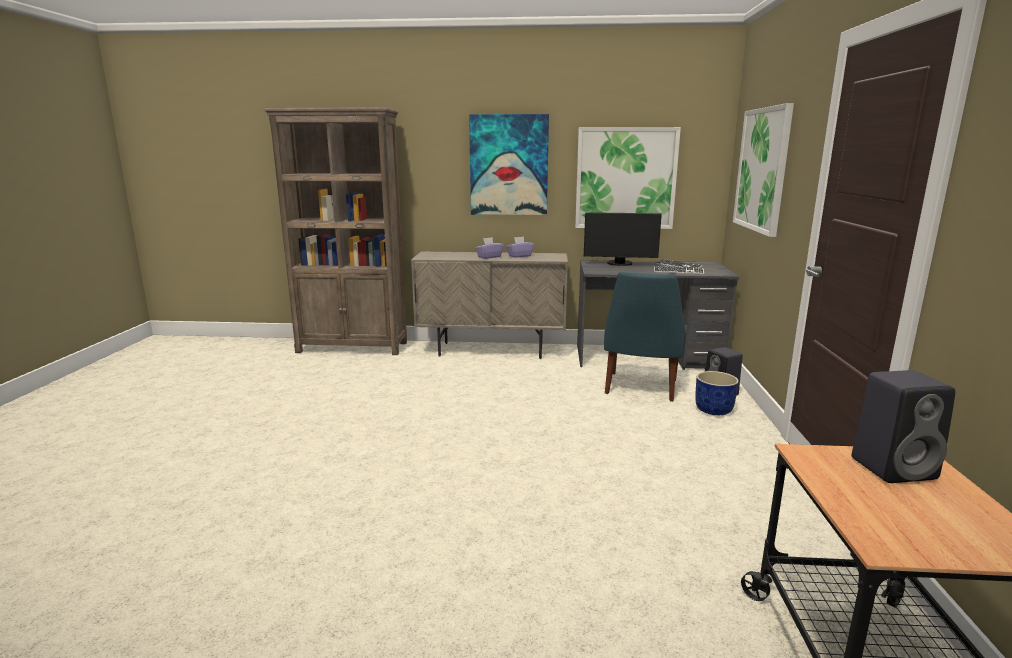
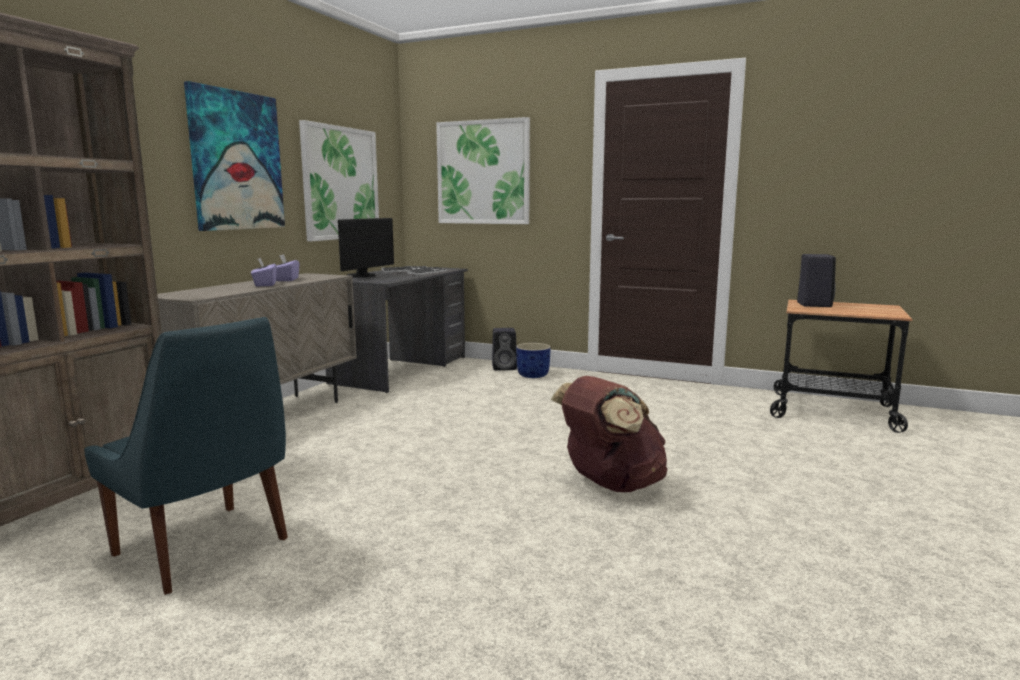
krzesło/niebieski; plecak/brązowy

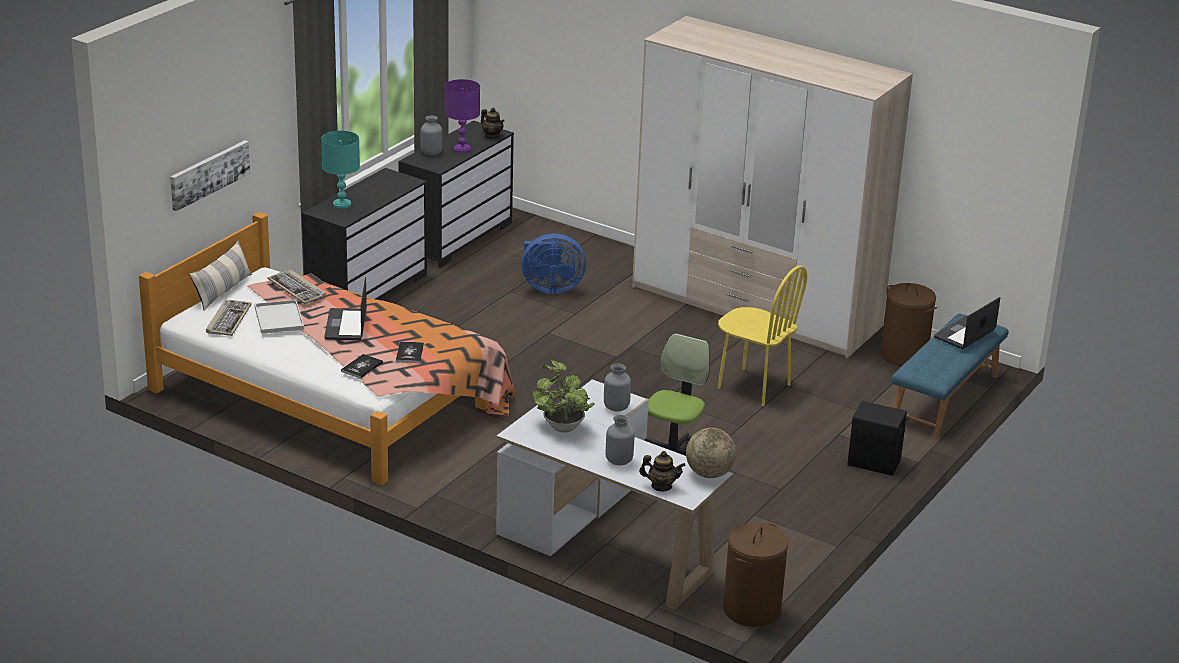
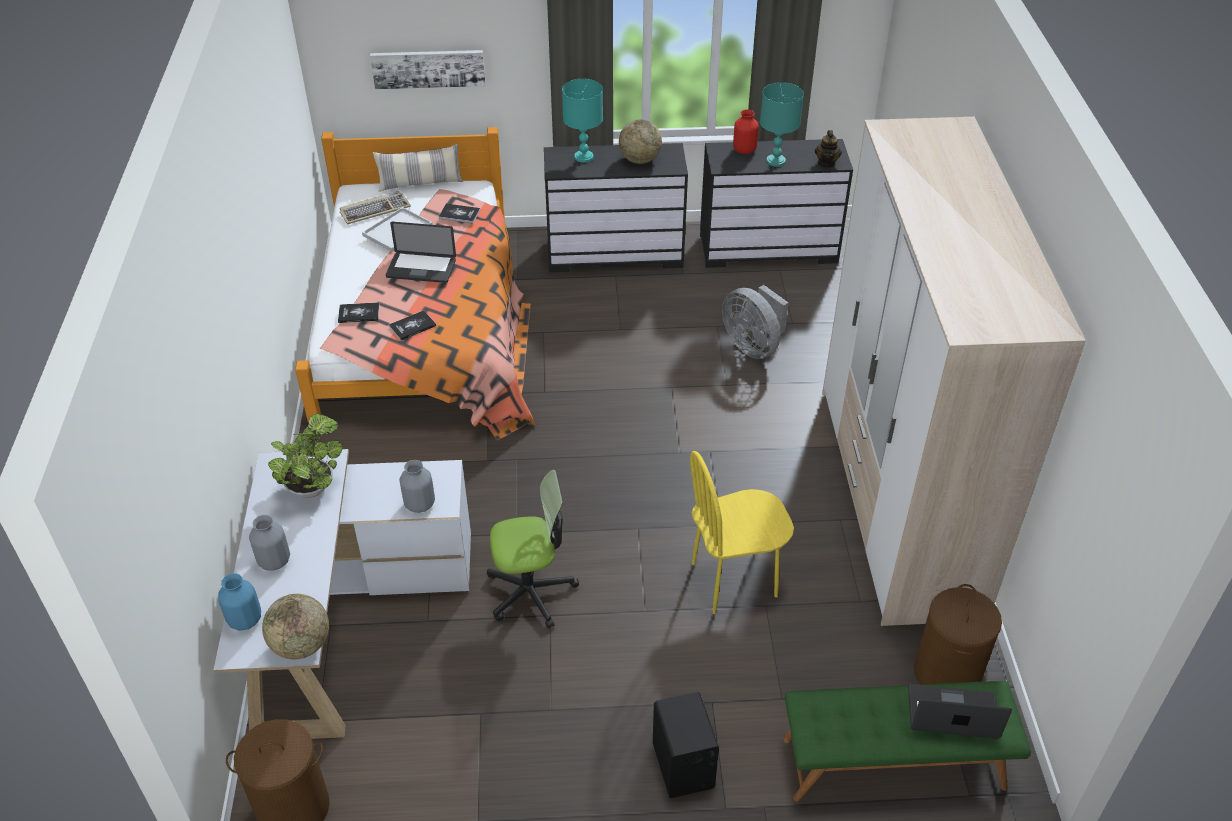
wazon/niebieski; laptop (1st from left); książka (3rd from left); globus (2nd from left); krzesło/żółty; wentylator/szary; wazon/czerwony; lampa stołowa/turkusowy (2nd from left); ławka/zielony

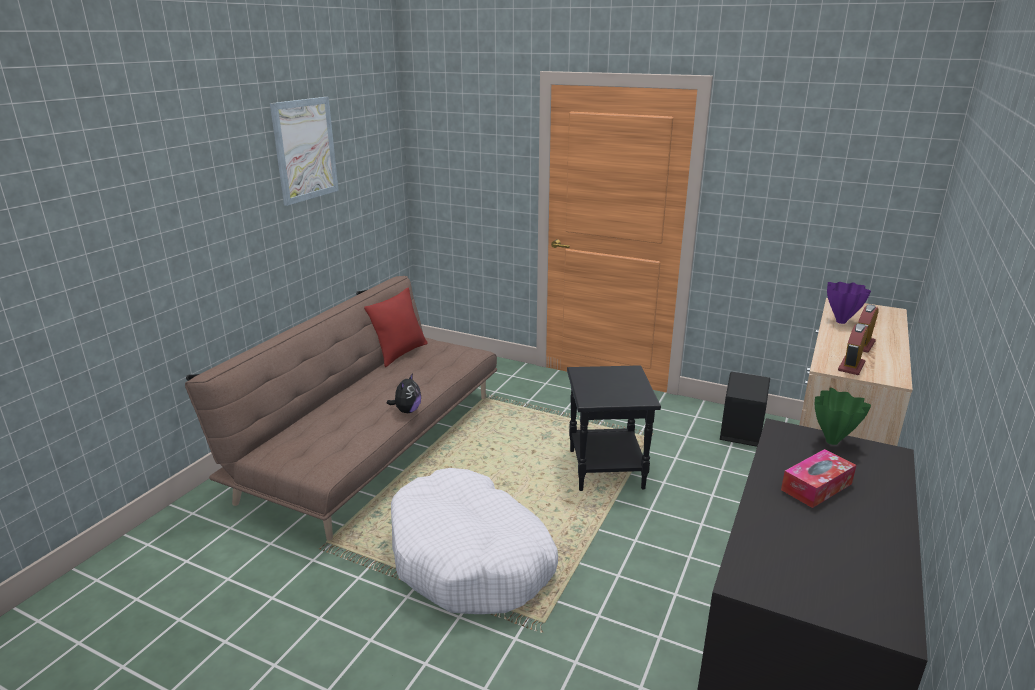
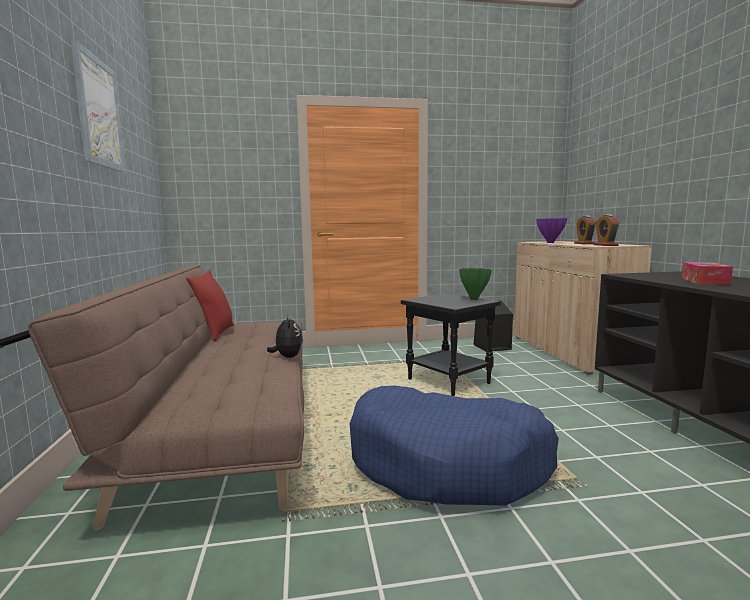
legowisko/niebieski; wazon/zielony

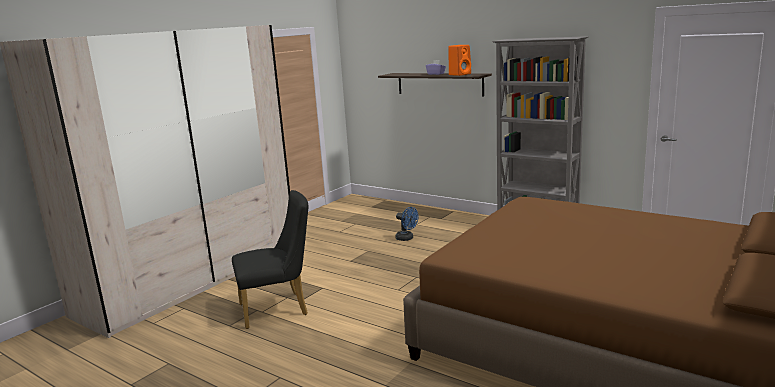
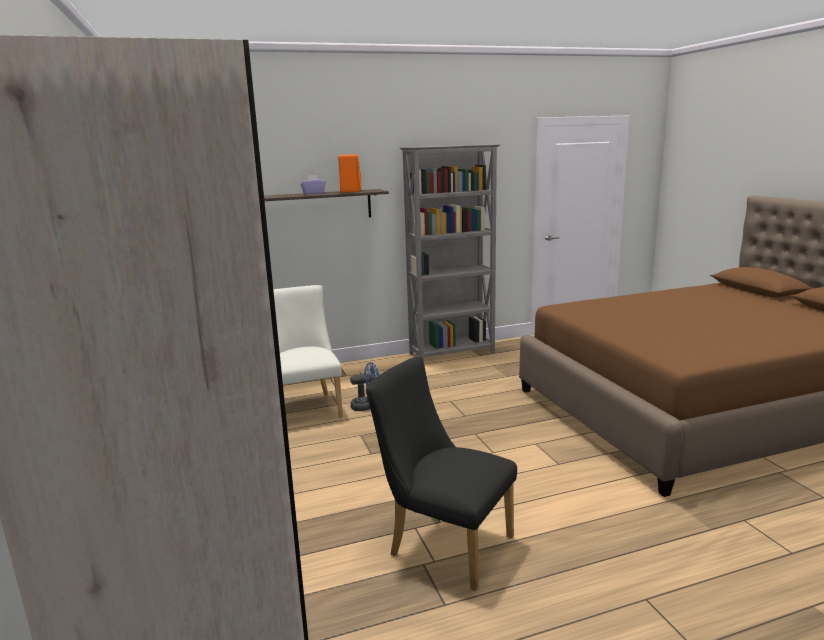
krzesło/biały; krzesło/czarny

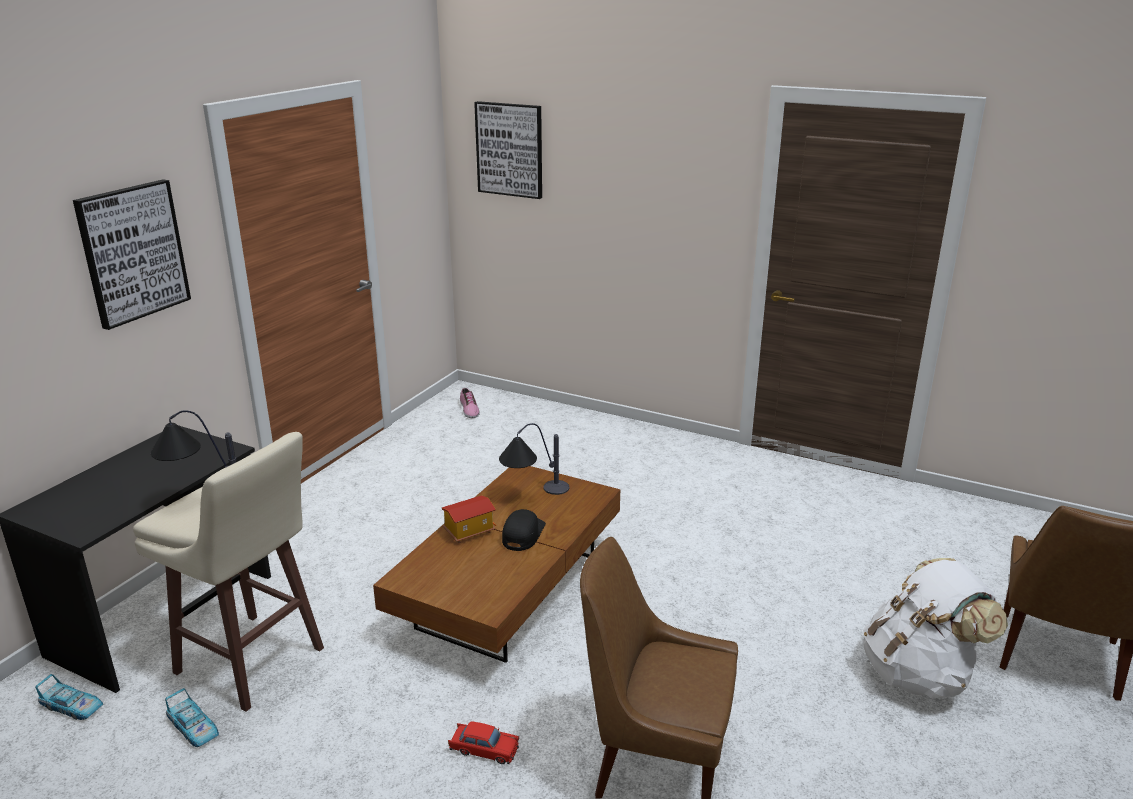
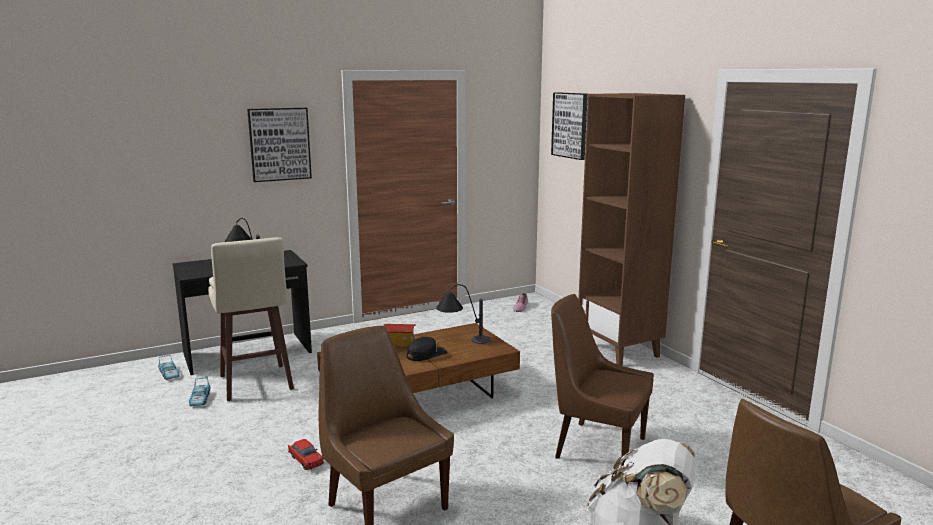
krzesło/brązowy (2nd from left); regał/brązowy

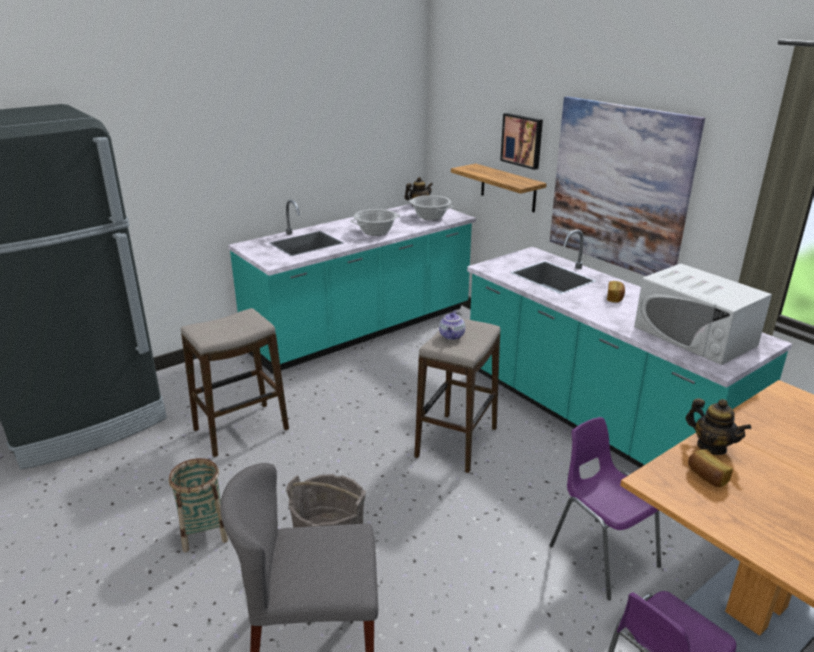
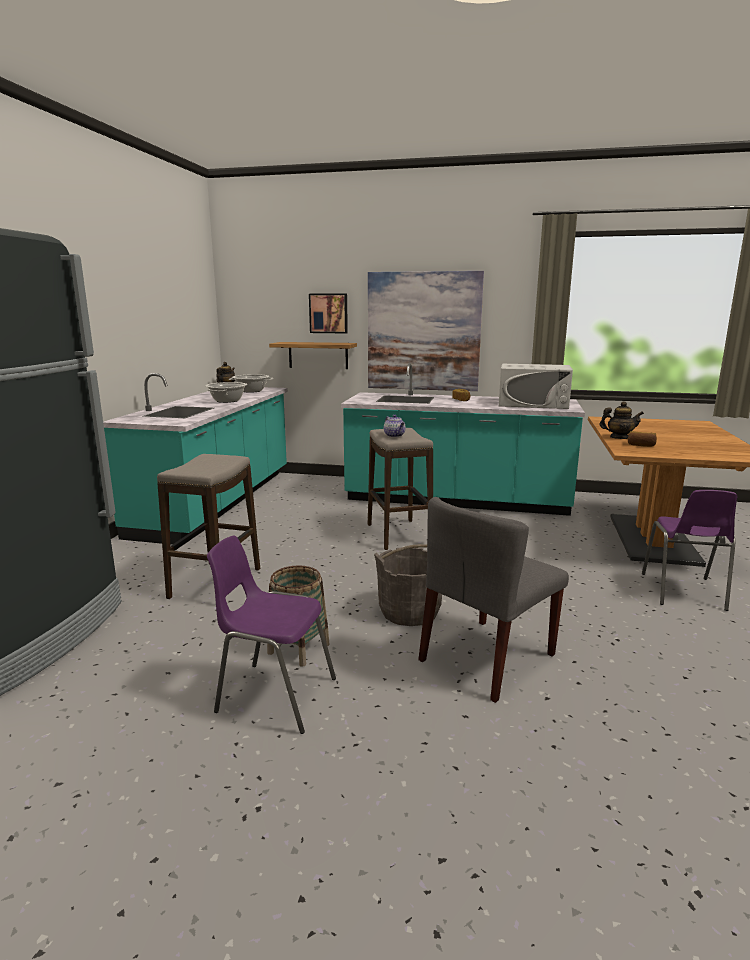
krzesło/fioletowy (1st from left)

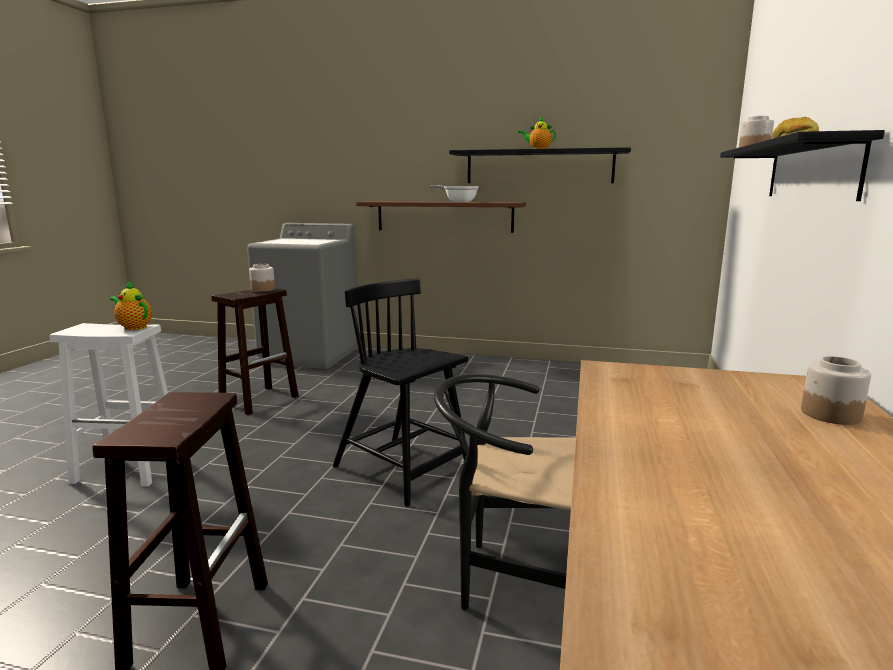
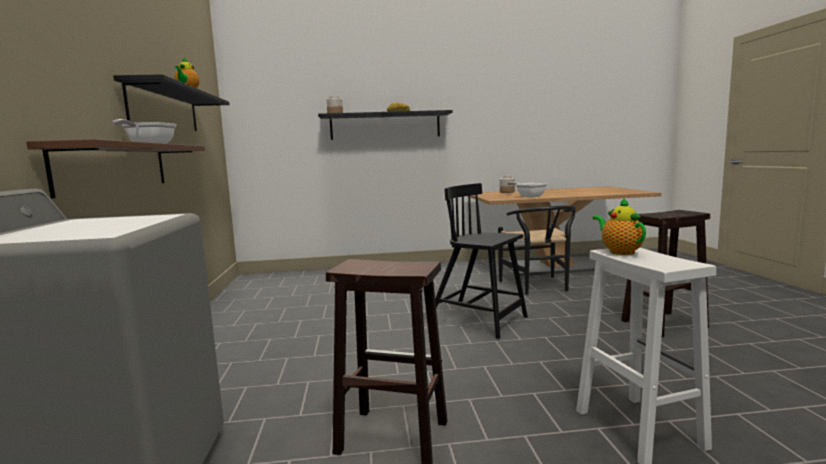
krzesło/czarny (1st from left); patelnia (2nd from left); imbryk (2nd from left); słoik (1st from left in the first image)

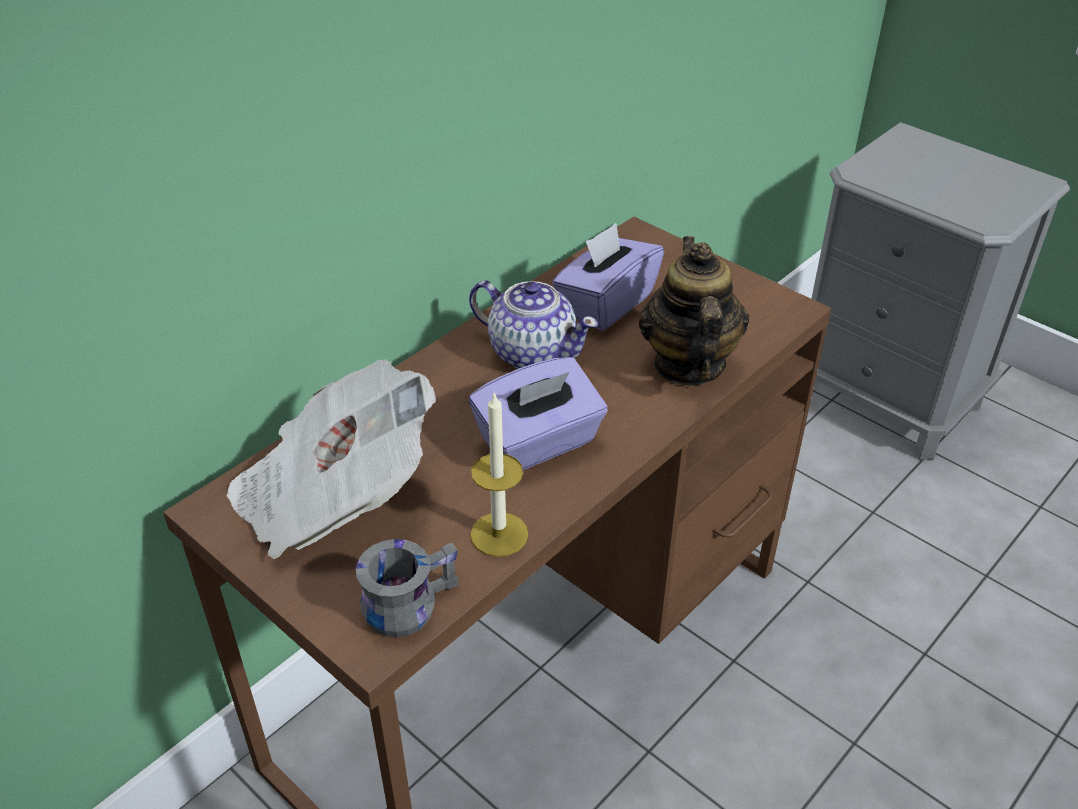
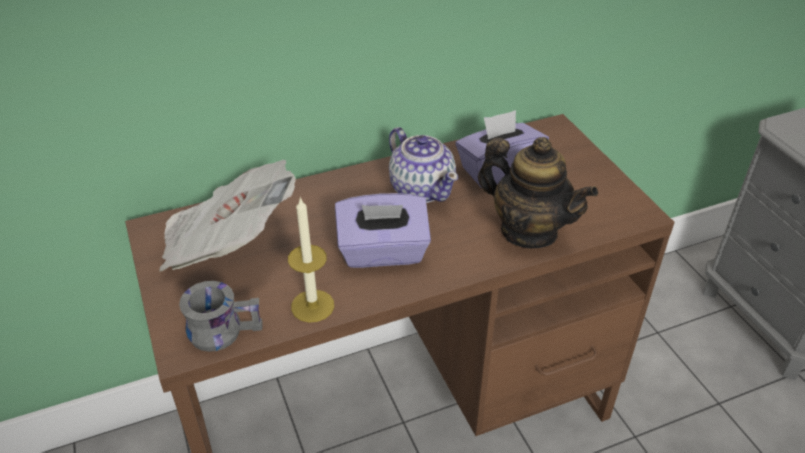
imbryk (2nd from left)

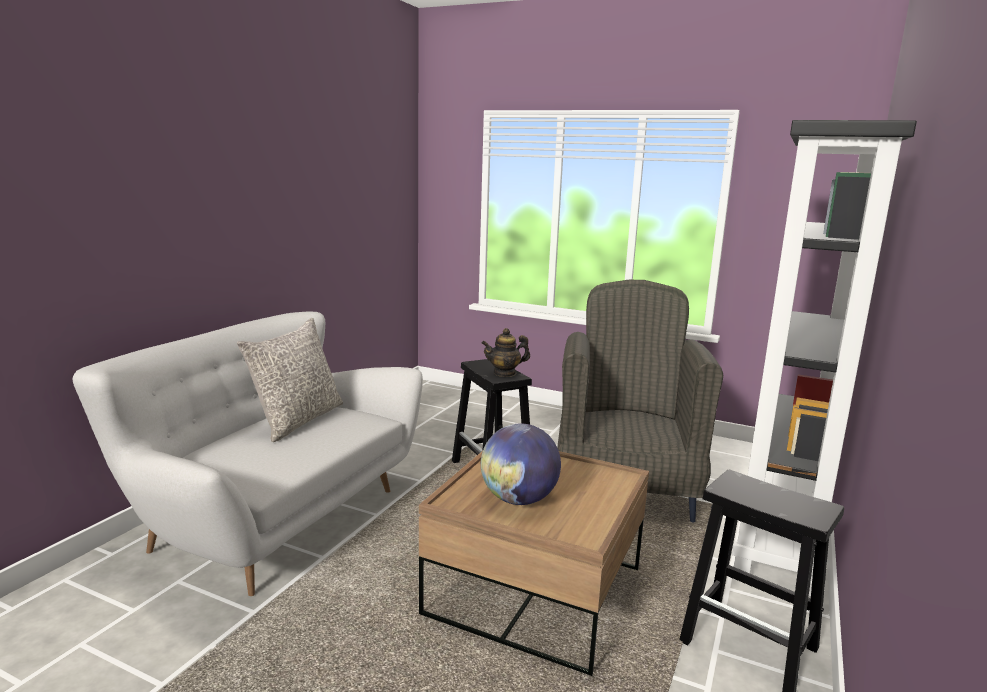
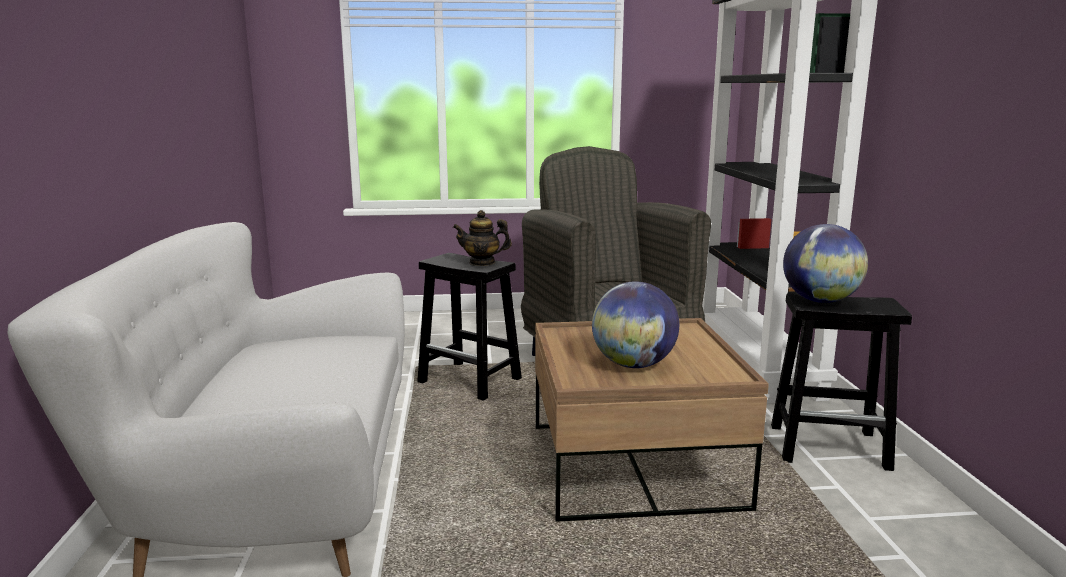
imbryk; globus (2nd from left); poduszka/szary

